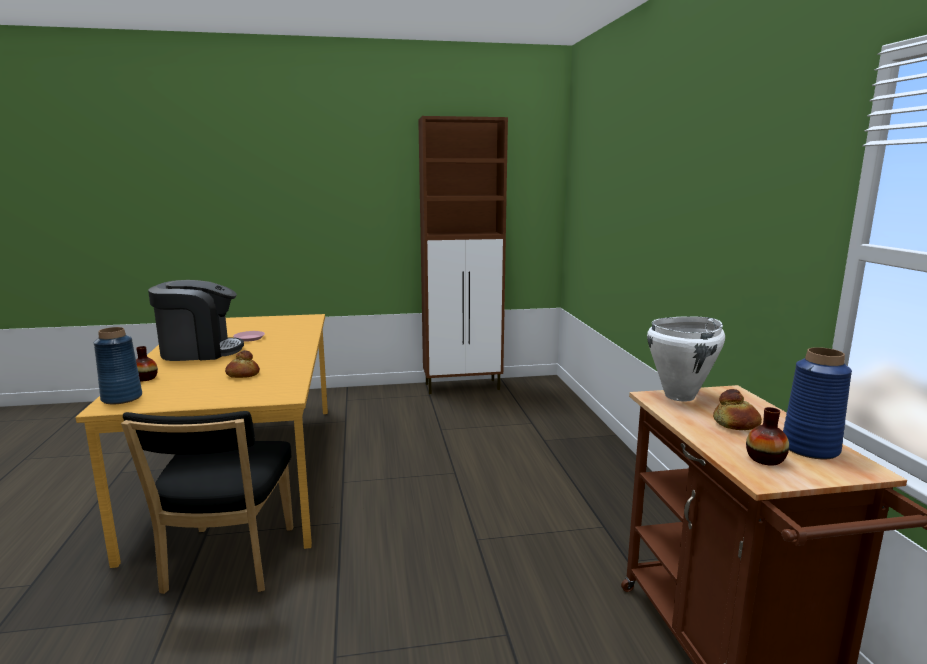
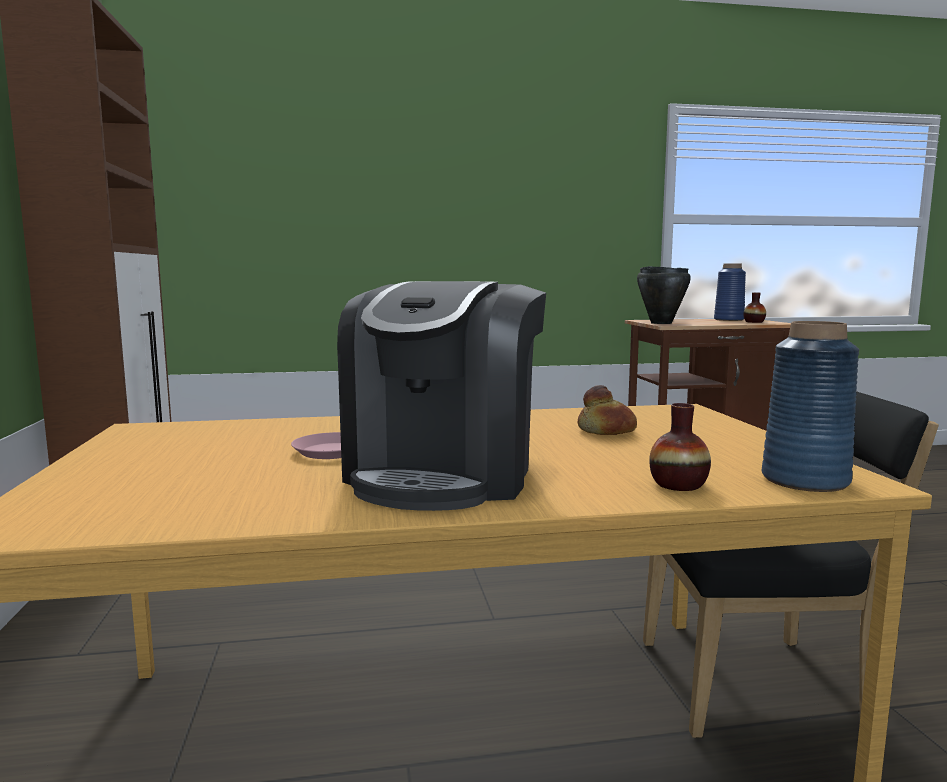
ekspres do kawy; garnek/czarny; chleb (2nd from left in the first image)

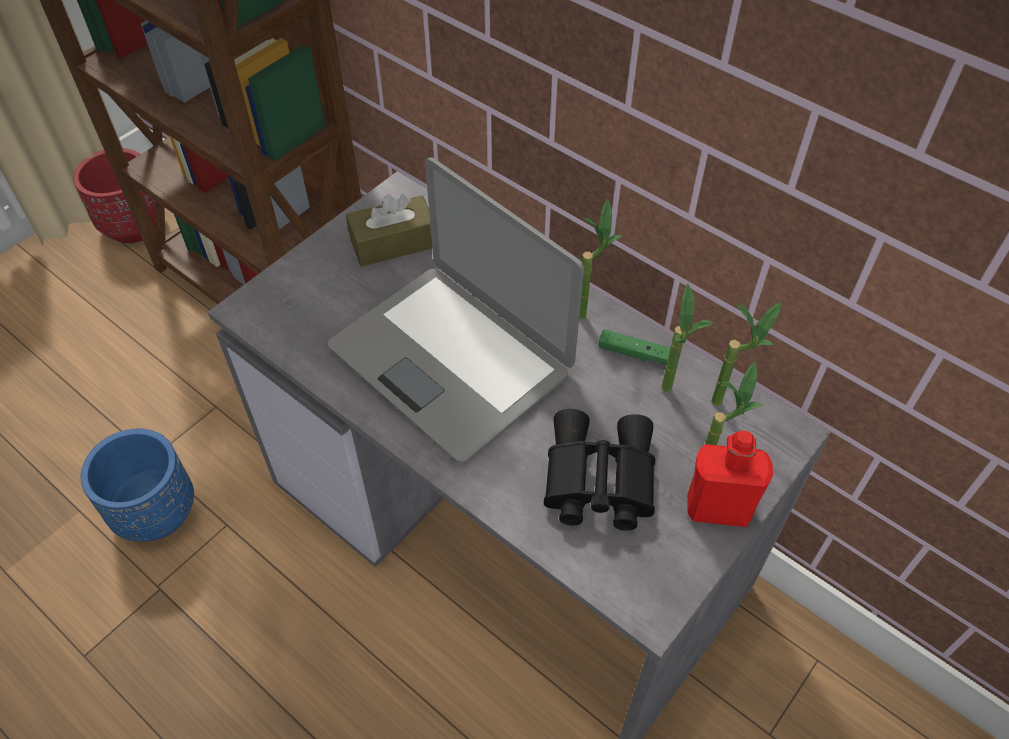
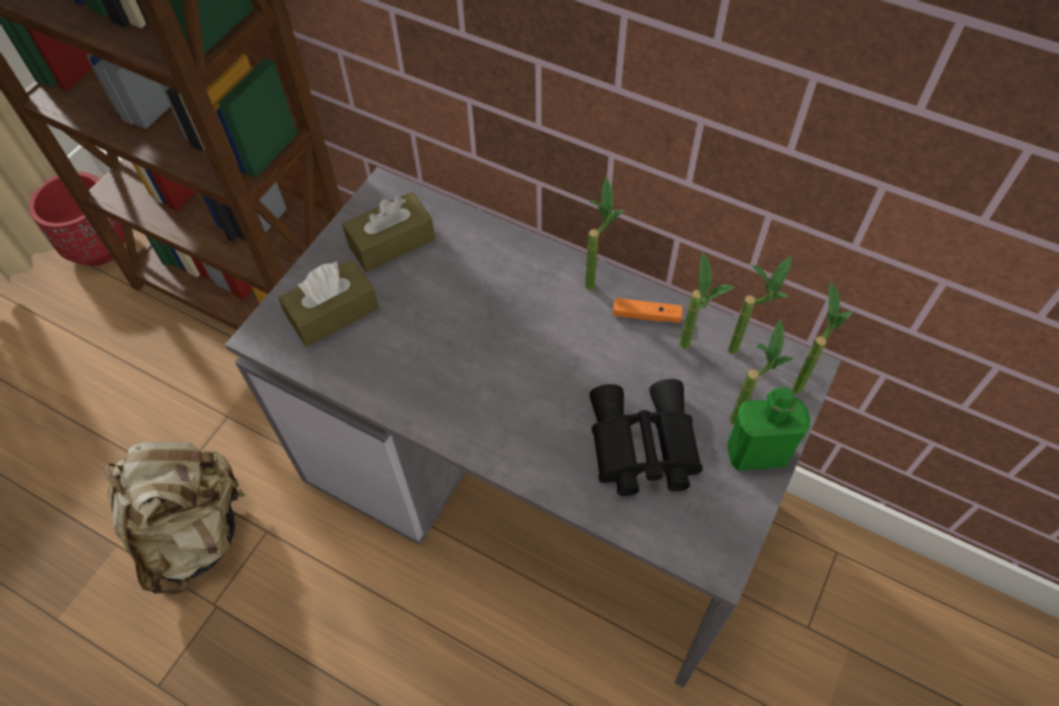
plecak/beżowy; pudełko chusteczek/brązowy (1st from left); pad do gier/pomarańczowy; butelka/zielony; roślina doniczkowa (5th from left); laptop

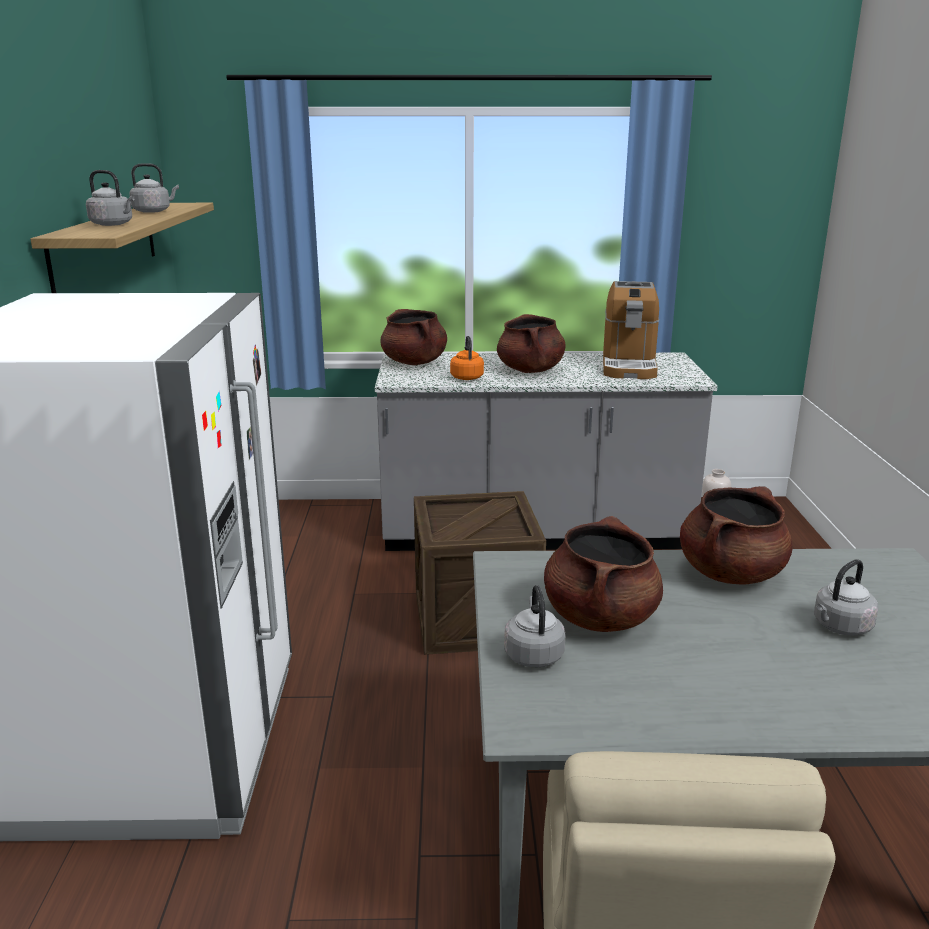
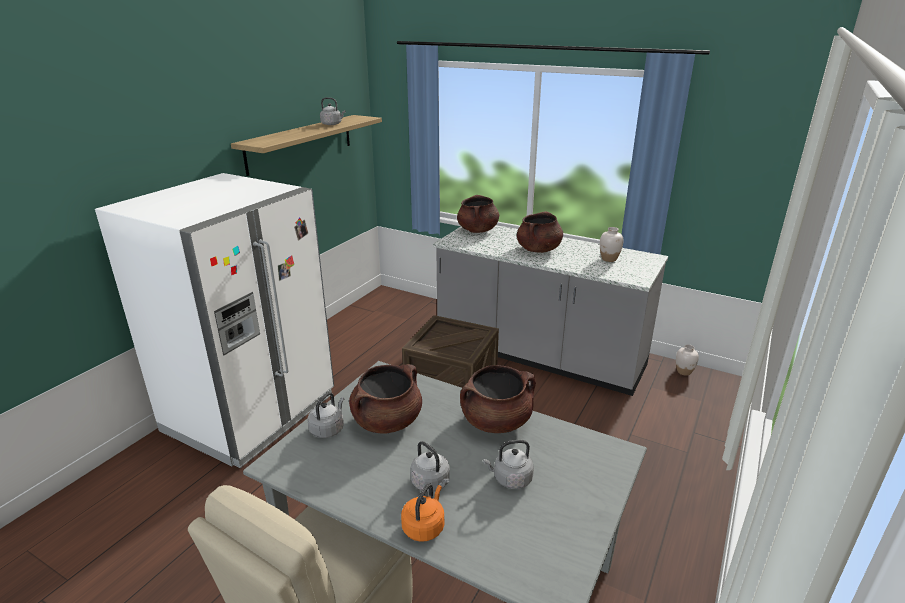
czajnik/pomarańczowy; czajnik/szary (3rd from left); wazon/biały (1st from left)

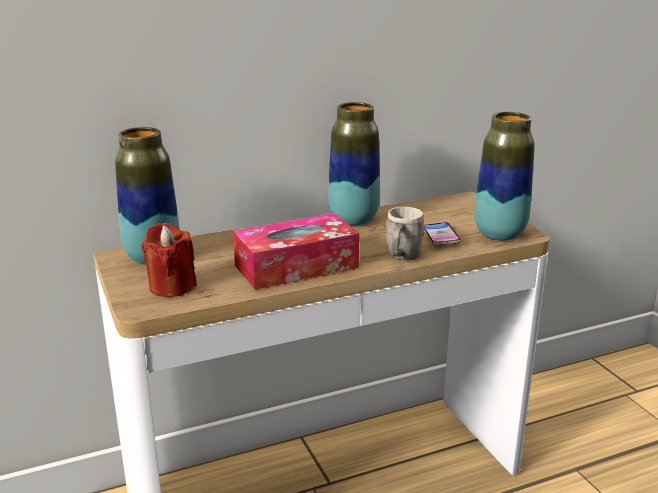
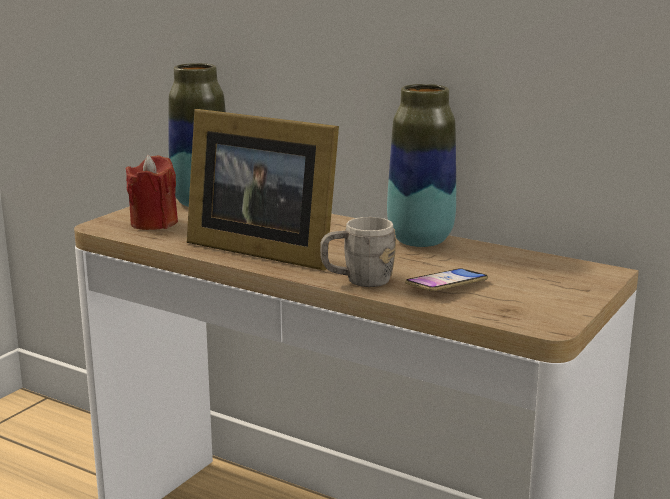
ramka na zdjęcie; wazon (3rd from left in the first image)

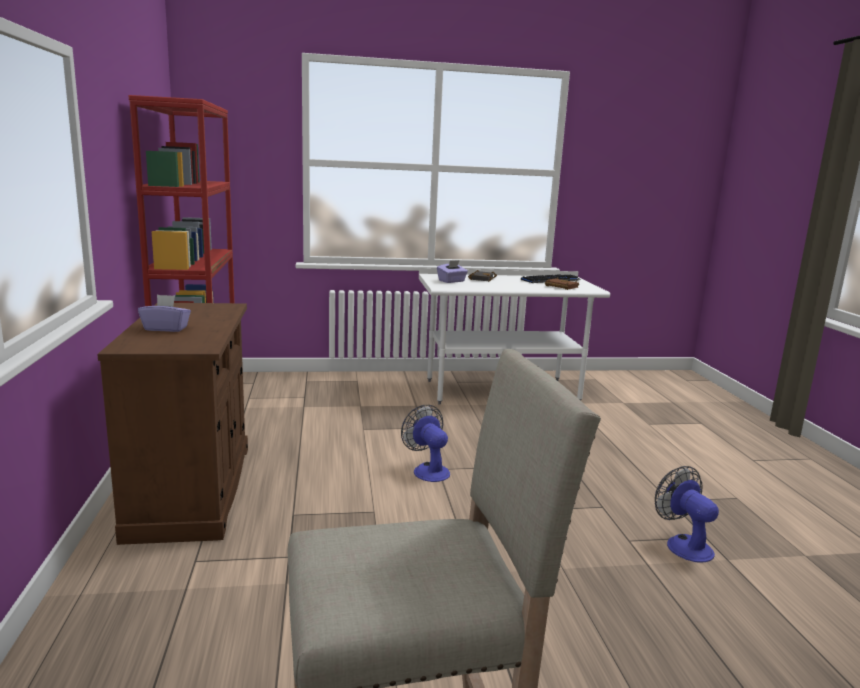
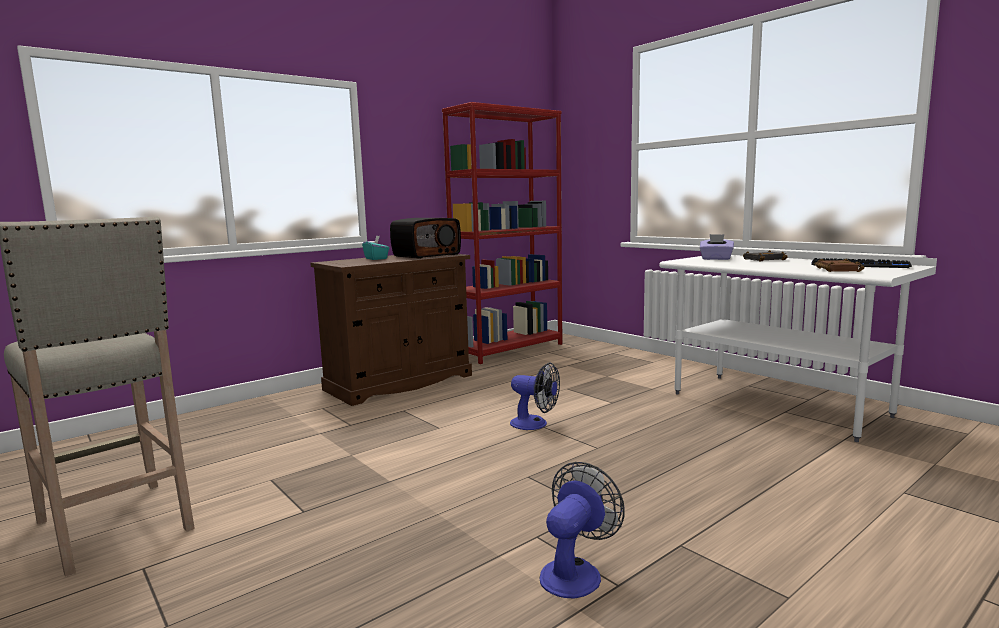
pudełko chusteczek/turkusowy; radio; wentylator (1st from left)

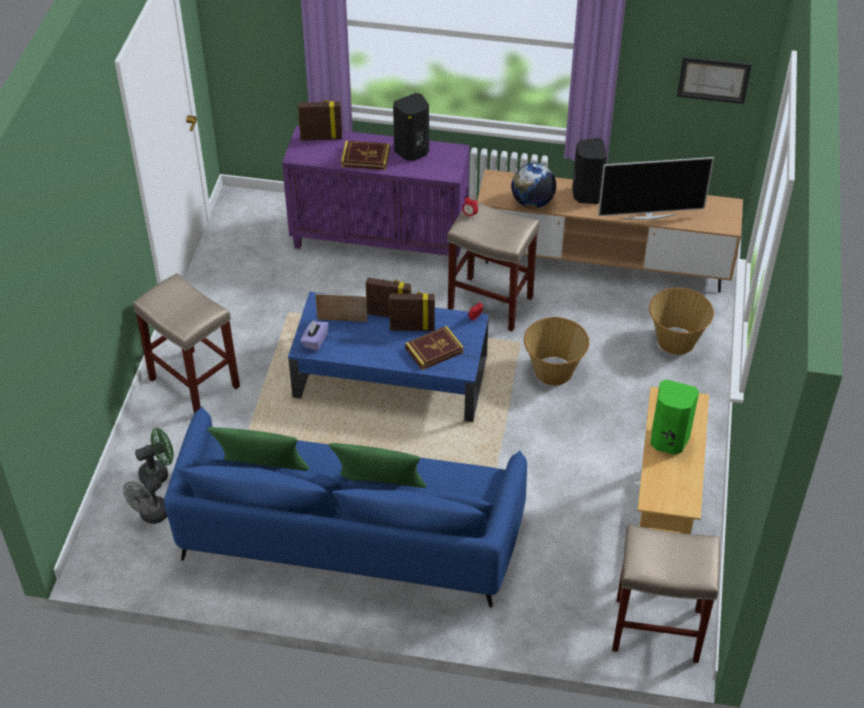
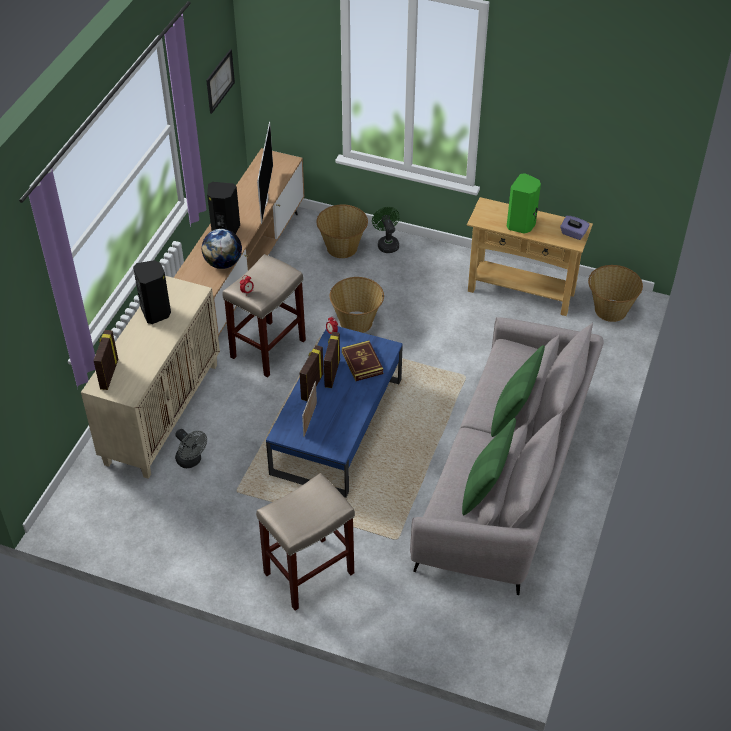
szafka/beżowy; wentylator/szary; wentylator/zielony; kanapa/szary; pudełko chusteczek/fioletowy; koszyk (3rd from left); książka (1st from left in the first image)

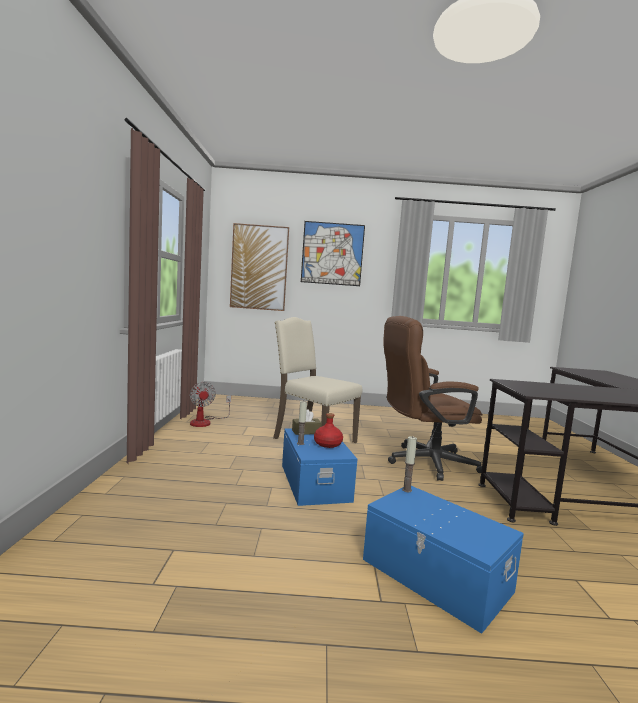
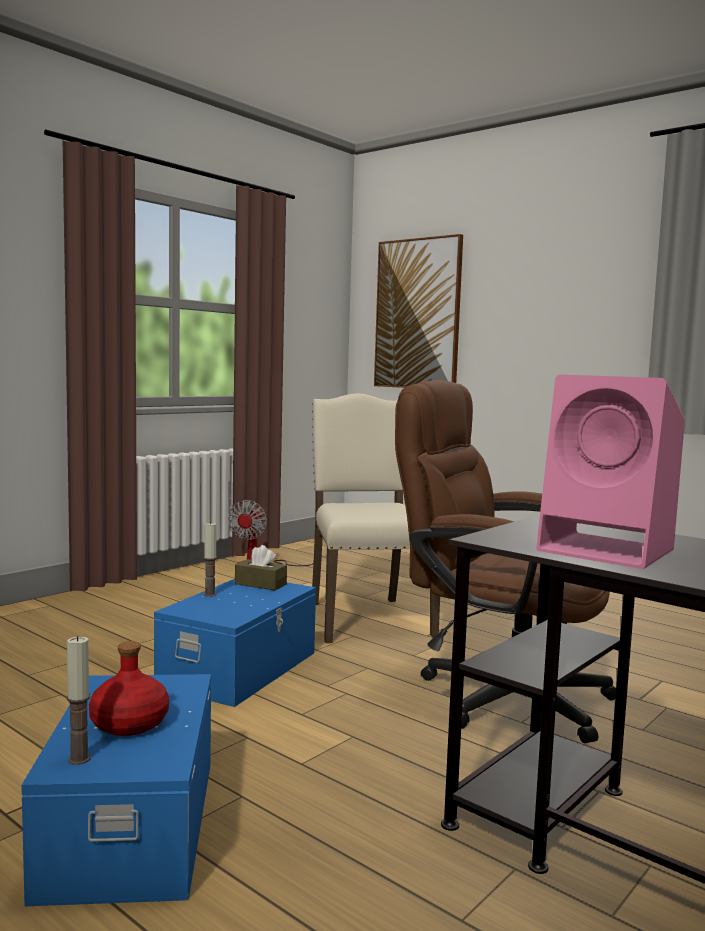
świeca (1st from left); butelka/czerwony; głośnik/różowy; obraz (2nd from left in the first image)

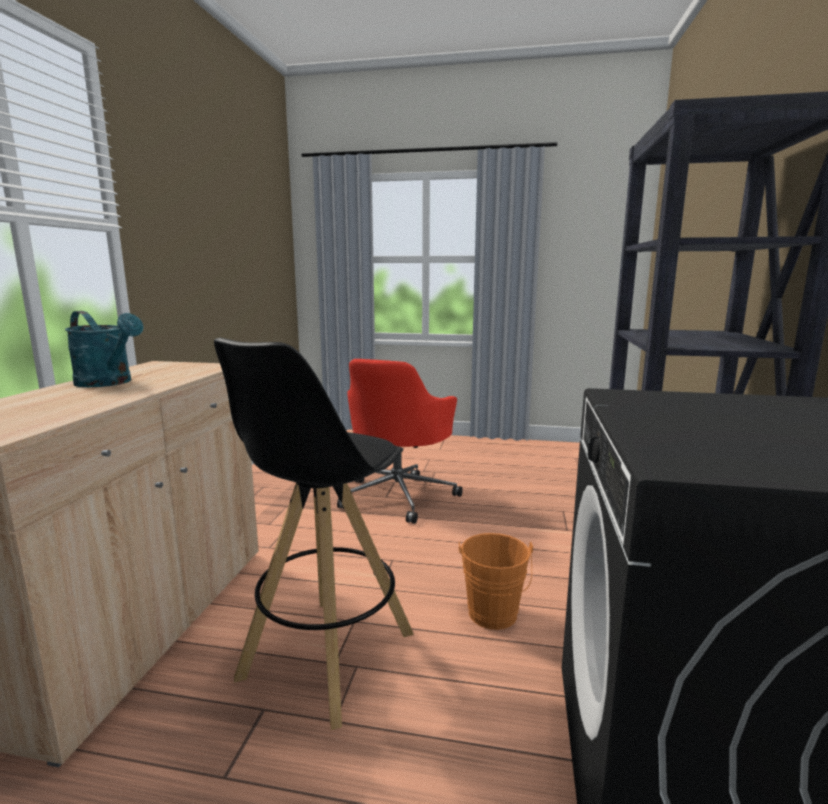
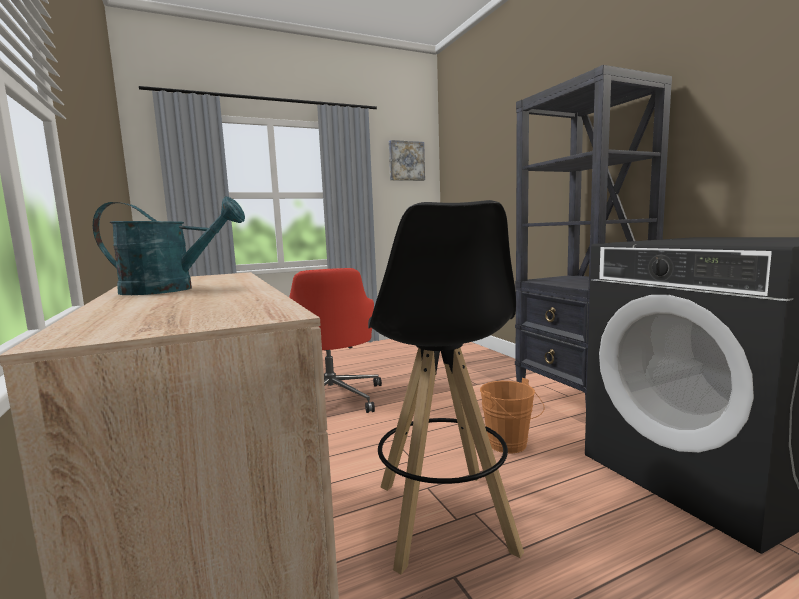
obraz

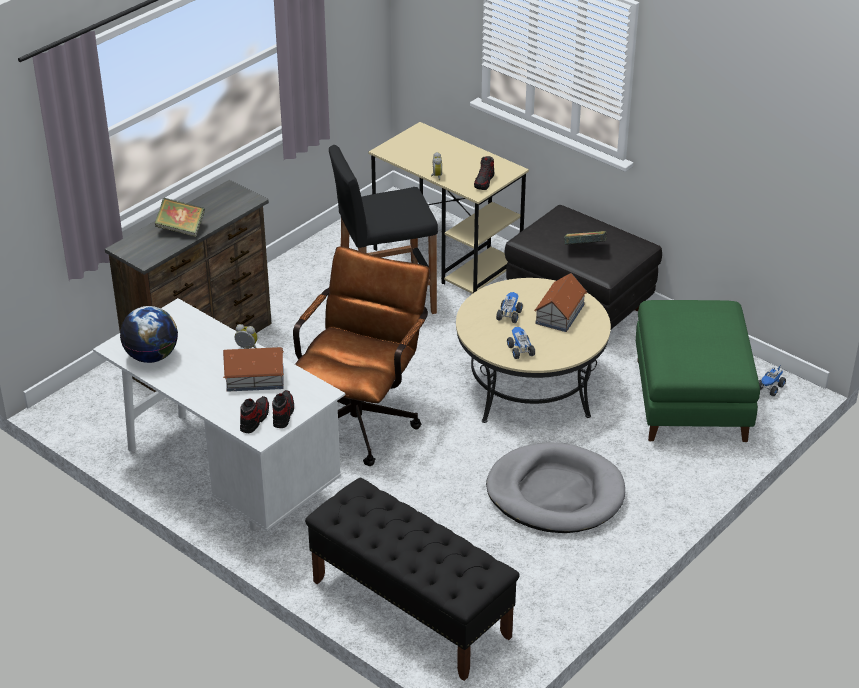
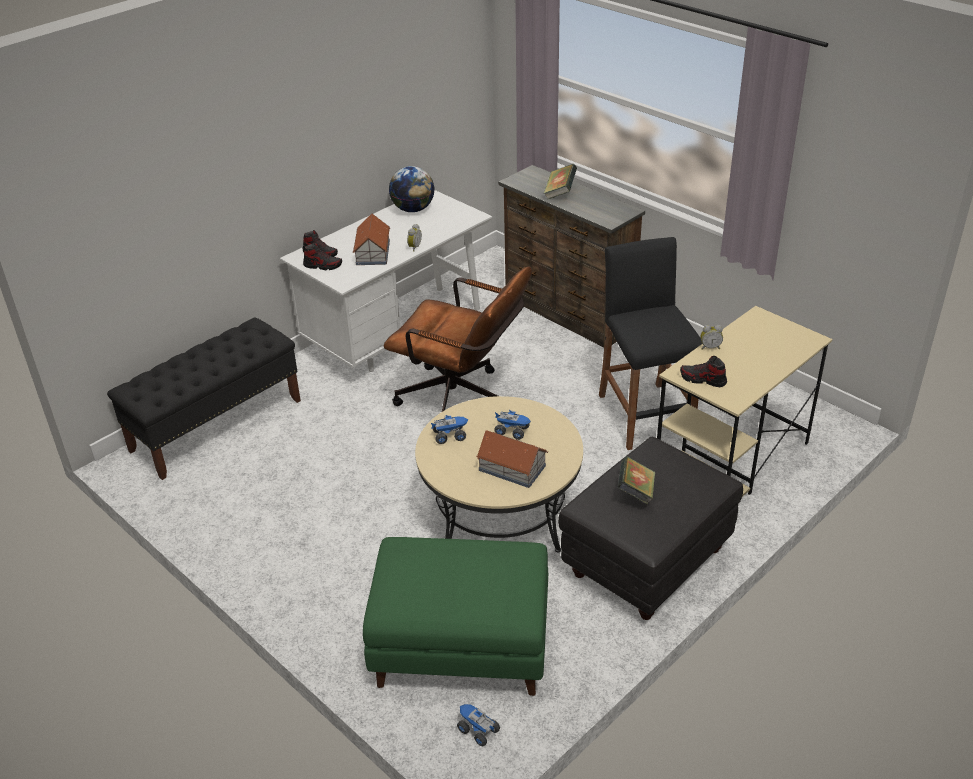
legowisko/szary

